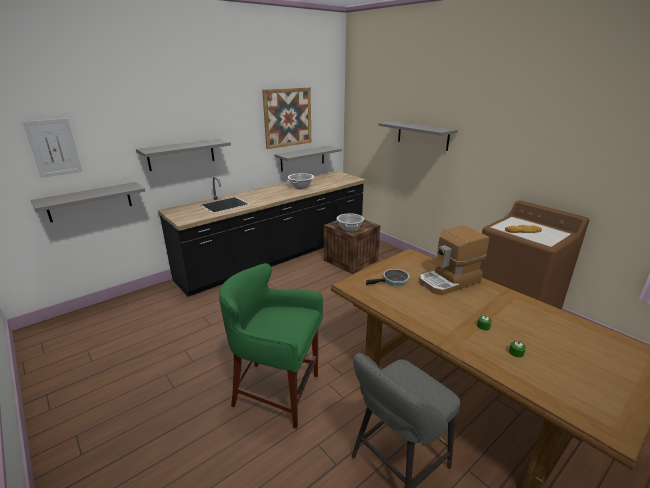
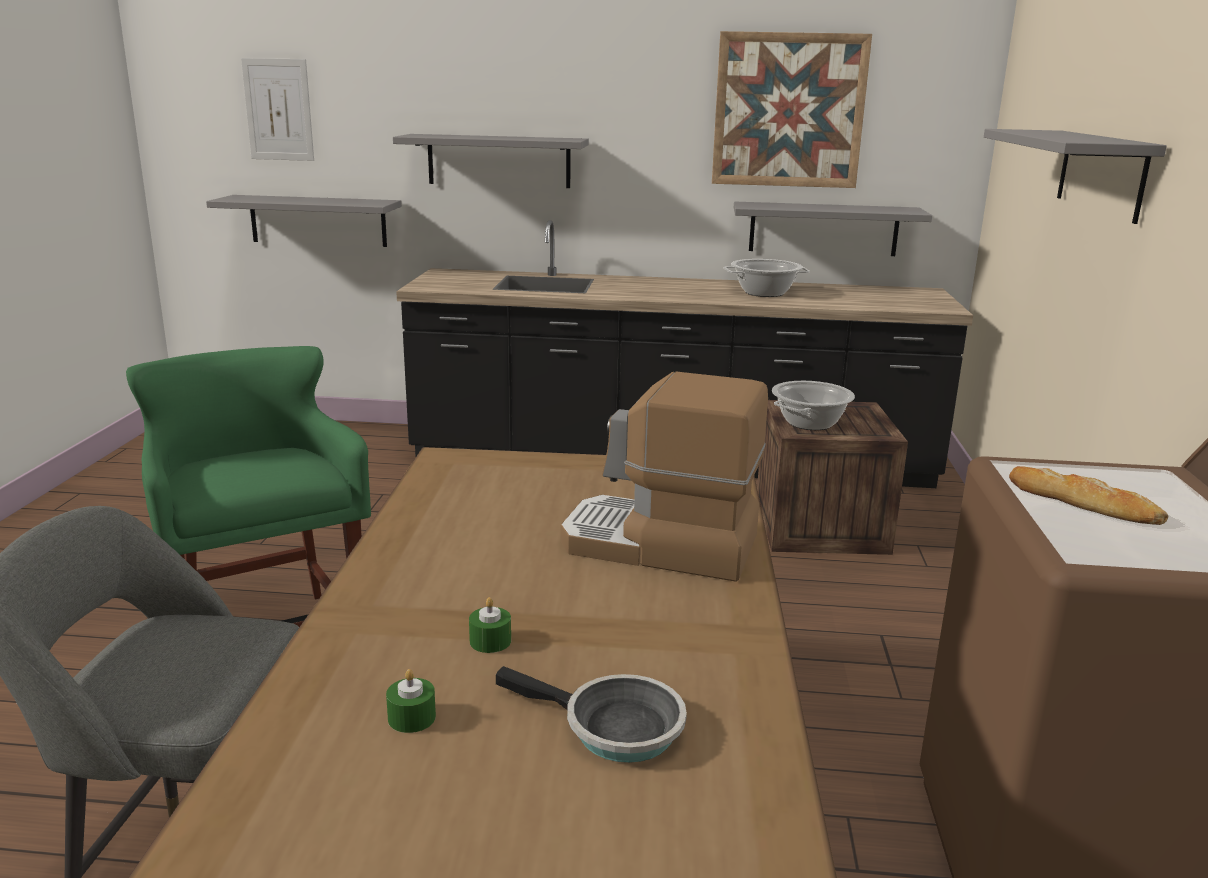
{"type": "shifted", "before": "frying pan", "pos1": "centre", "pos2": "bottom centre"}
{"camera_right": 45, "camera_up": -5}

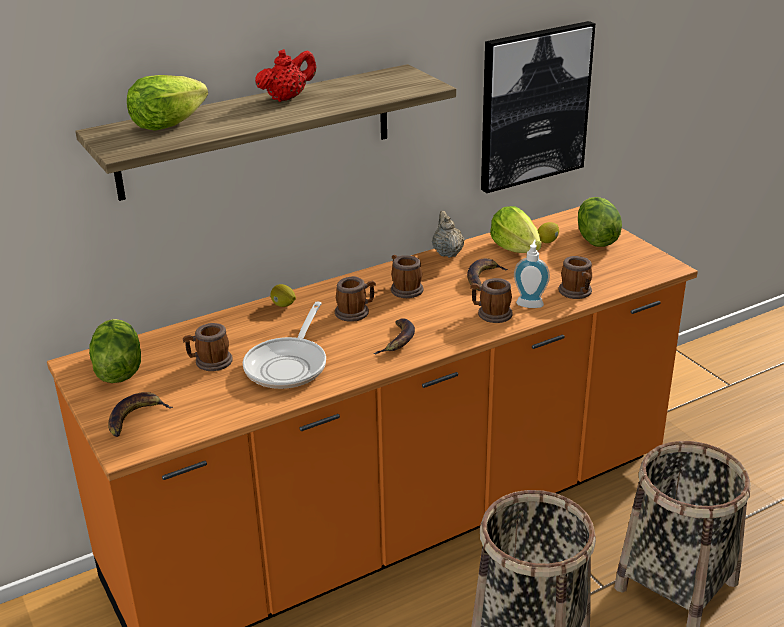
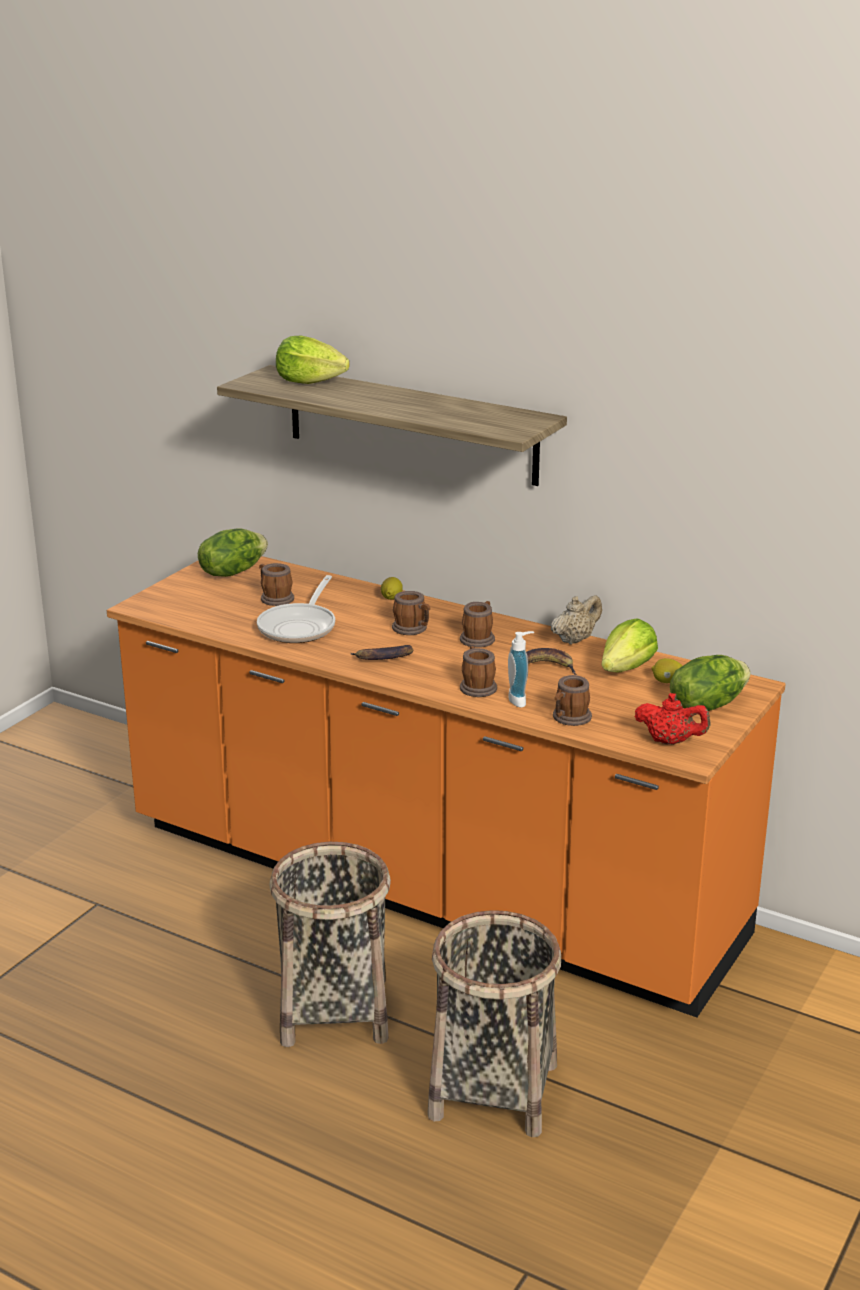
{"type": "gone", "before": "banana (no. 1 from left)", "pos1": "middle left"}
{"type": "rotated", "before": "frying pan", "pos1": "centre", "pos2": "centre", "turn": -60}
{"type": "shifted", "before": "red teapot", "pos1": "top centre", "pos2": "middle right"}
{"type": "gone", "before": "picture", "pos1": "top right"}
{"camera_right": 60, "camera_up": -5}

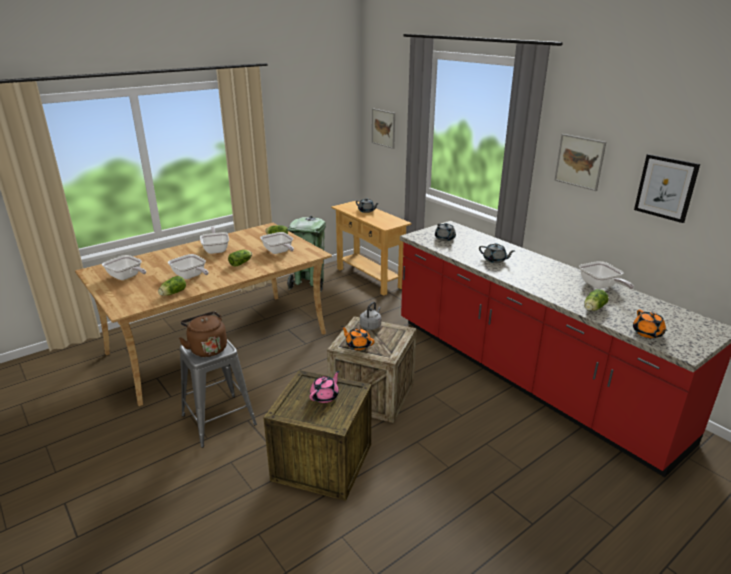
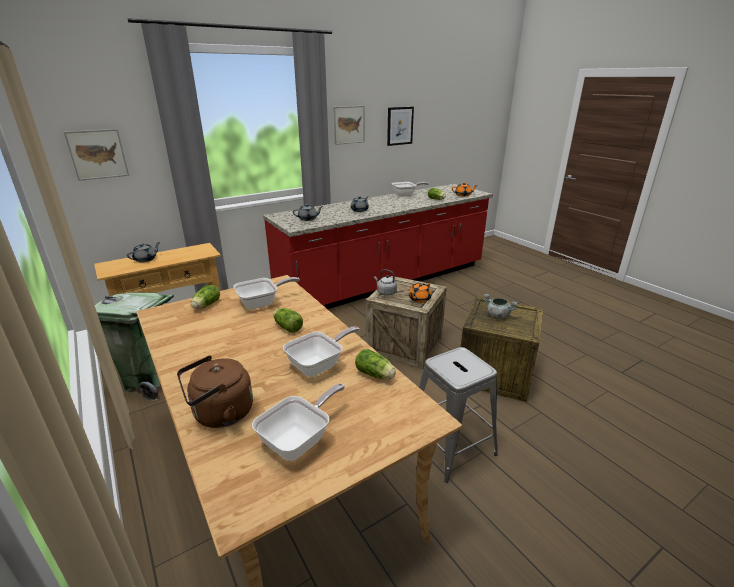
{"type": "shifted", "before": "brown kettle", "pos1": "middle left", "pos2": "bottom left"}
{"type": "gone", "before": "frying pan (no. 3 from left)", "pos1": "middle left"}
{"type": "swapped", "before": "pink teapot", "after": "grey cooking pot", "pos1": "bottom centre", "pos2": "middle right"}
{"camera_right": -85, "camera_up": 0}

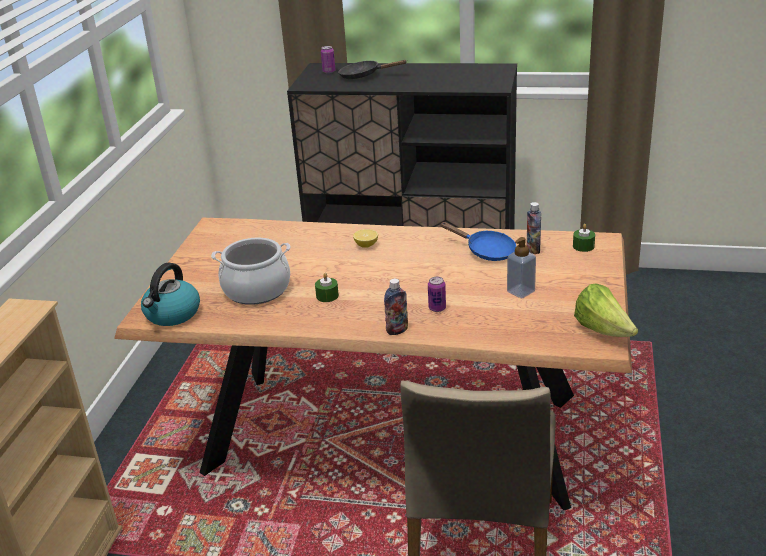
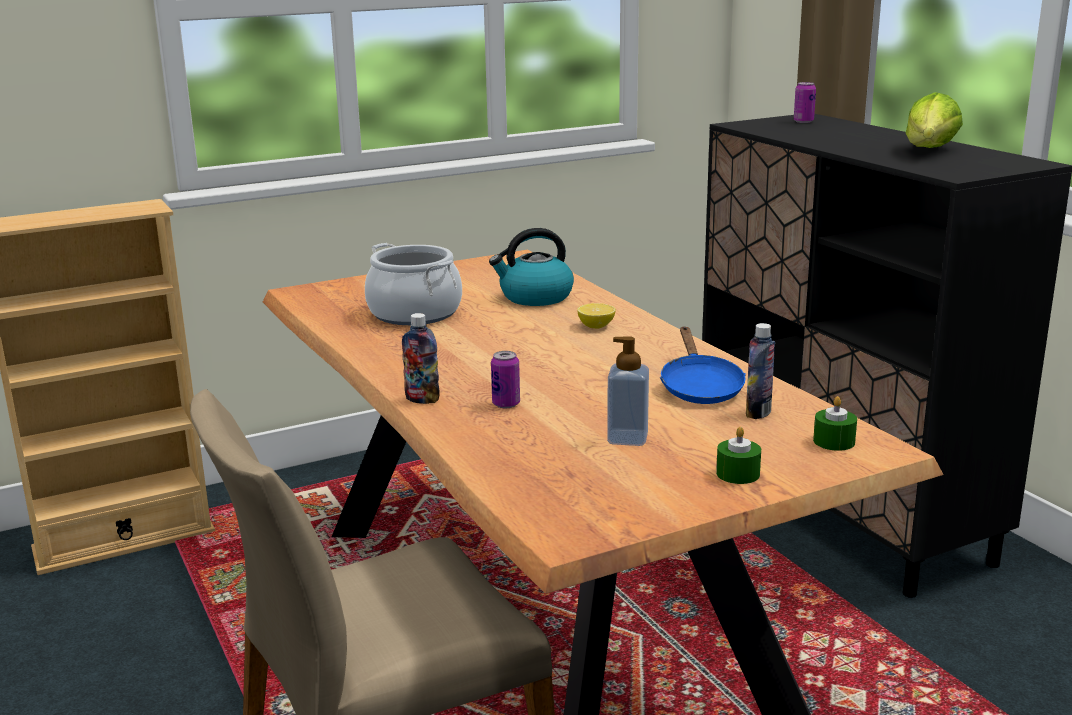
{"type": "shifted", "before": "kettle", "pos1": "middle left", "pos2": "centre"}
{"type": "shifted", "before": "green candle (no. 1 from left)", "pos1": "centre", "pos2": "middle right"}
{"type": "gone", "before": "black frying pan", "pos1": "top centre"}
{"type": "shifted", "before": "lettuce", "pos1": "middle right", "pos2": "top right"}
{"camera_right": 50, "camera_up": -10}

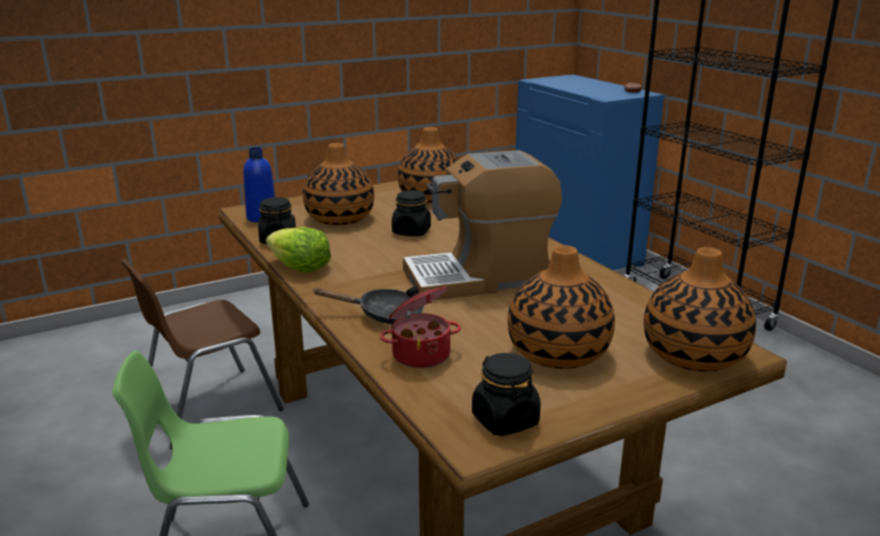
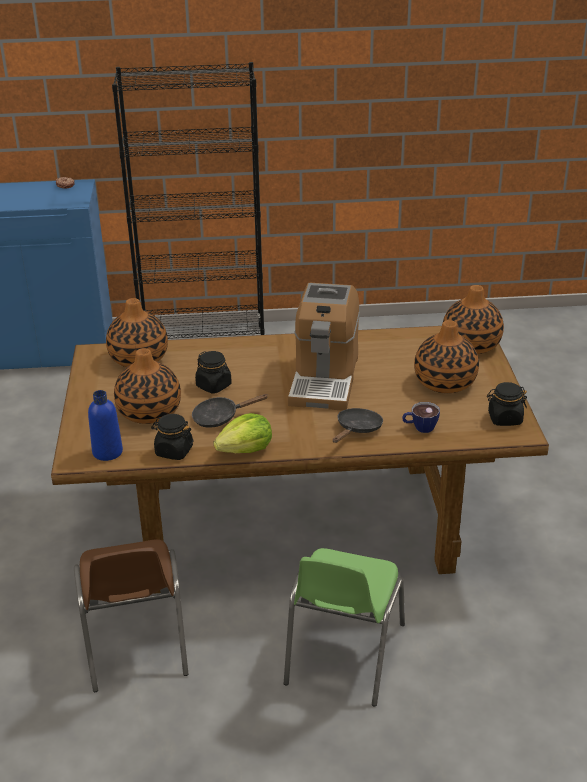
{"type": "swapped", "before": "cooking pot", "after": "cup", "pos1": "centre", "pos2": "middle right"}
{"type": "new", "after": "black frying pan (no. 1 from left)", "pos2": "centre"}
{"camera_right": -65, "camera_up": 10}

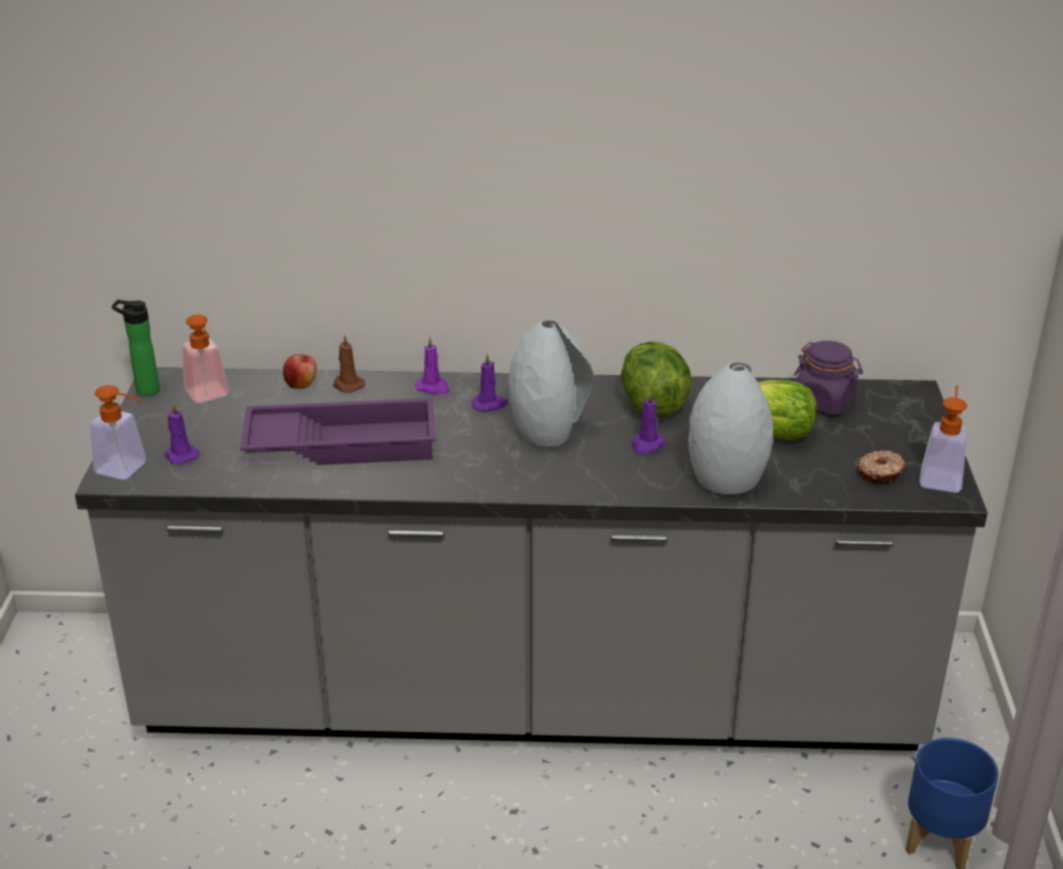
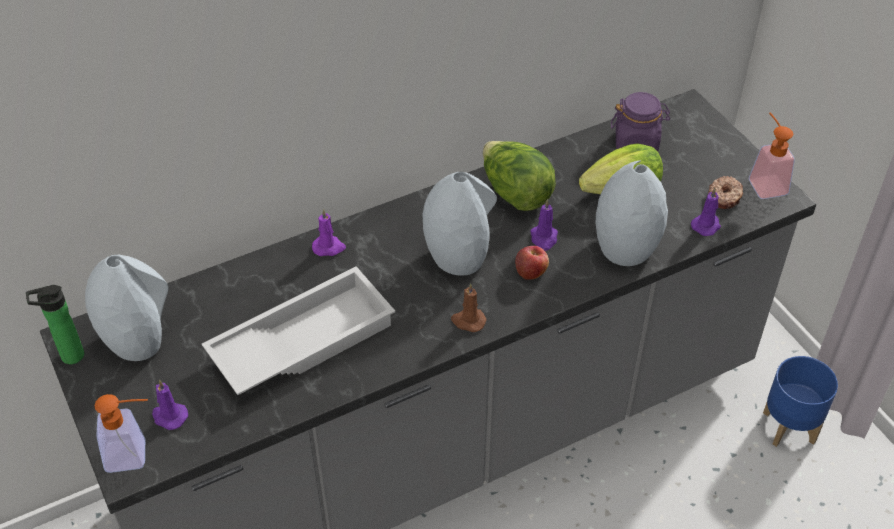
{"type": "swapped", "before": "soap dispenser (no. 2 from left)", "after": "grey vase (no. 1 from left)", "pos1": "middle left", "pos2": "middle left"}
{"type": "repainted", "before": "purple tray", "after": "white tray", "pos1": "middle left", "pos2": "centre"}
{"type": "shifted", "before": "apple", "pos1": "middle left", "pos2": "centre"}
{"type": "shifted", "before": "brown candle", "pos1": "middle left", "pos2": "centre"}
{"type": "shifted", "before": "purple candle (no. 3 from left in the first image)", "after": "purple candle (no. 4 from left)", "pos1": "centre", "pos2": "middle right"}
{"camera_right": -30, "camera_up": 15}

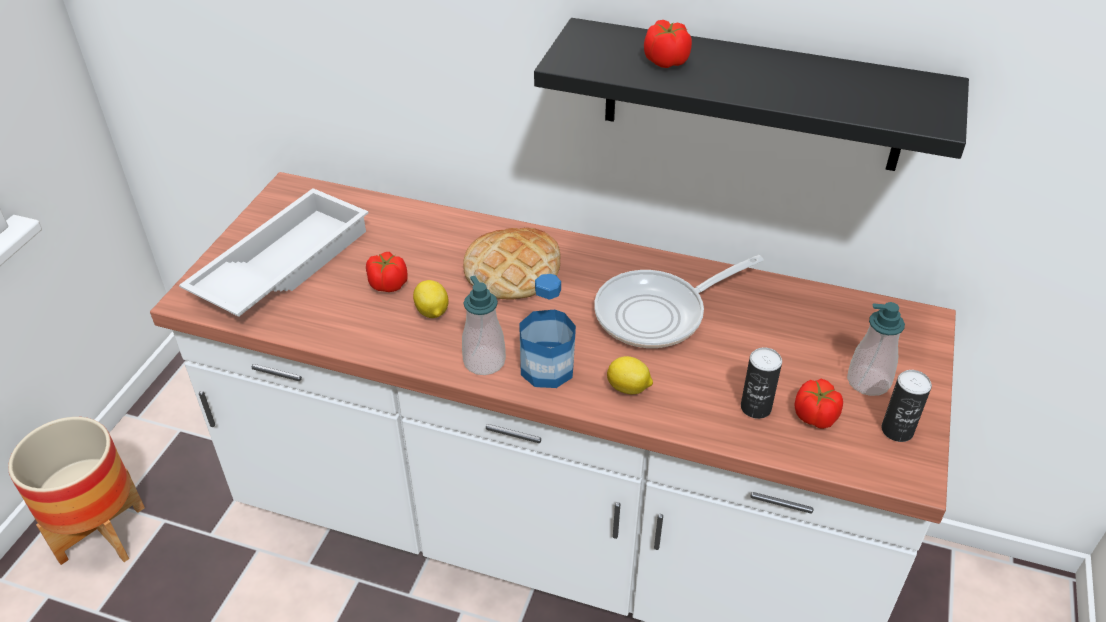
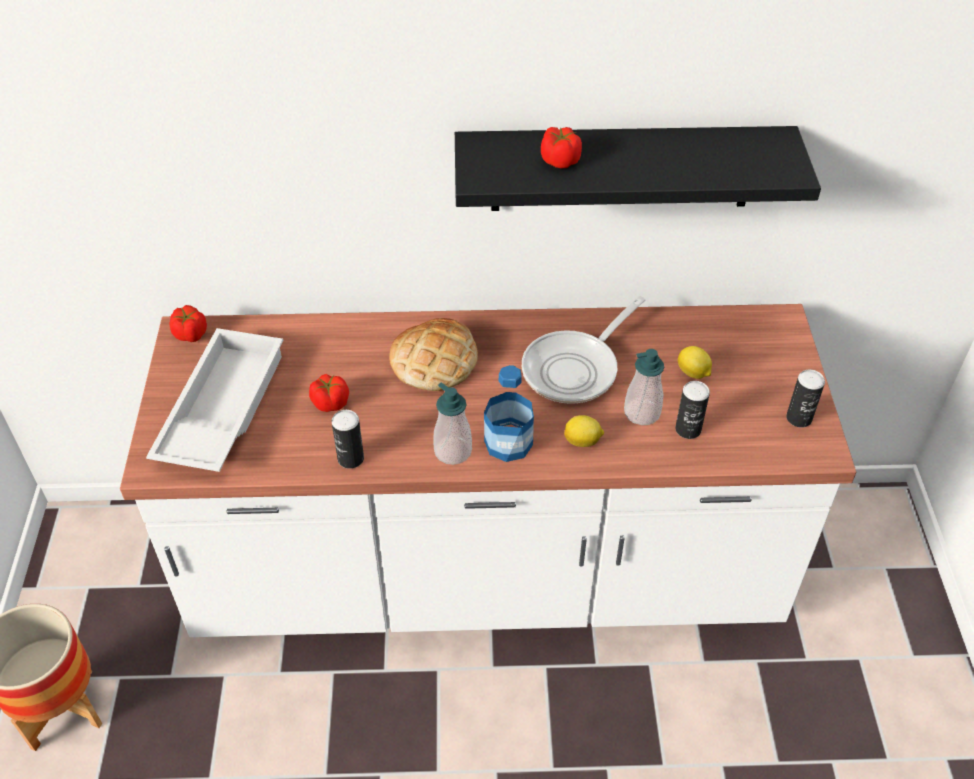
{"type": "shifted", "before": "lemon (no. 1 from left in the first image)", "after": "lemon (no. 2 from left)", "pos1": "centre", "pos2": "middle right"}
{"type": "shifted", "before": "tomato (no. 3 from left in the first image)", "after": "tomato (no. 1 from left)", "pos1": "middle right", "pos2": "middle left"}
{"type": "shifted", "before": "soap dispenser (no. 2 from left)", "pos1": "middle right", "pos2": "centre"}
{"type": "new", "after": "can (no. 1 from left)", "pos2": "centre"}
{"camera_right": -20, "camera_up": 5}

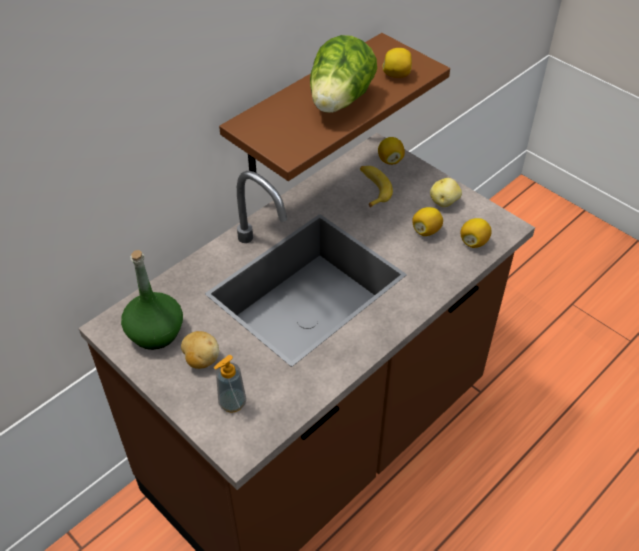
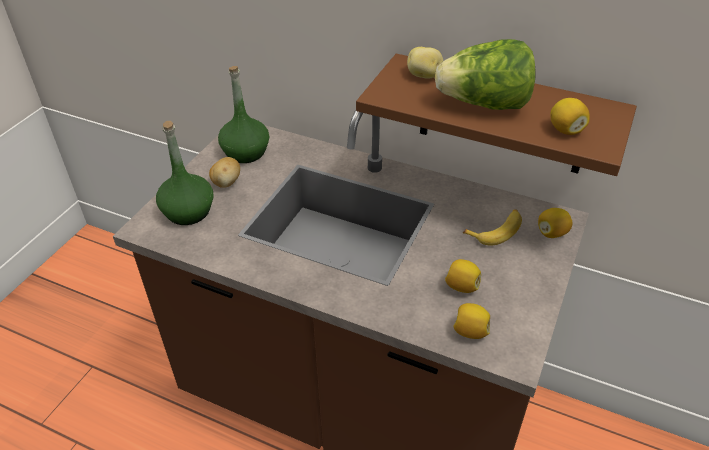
{"type": "swapped", "before": "soap dispenser", "after": "green bottle (no. 1 from left)", "pos1": "bottom centre", "pos2": "middle left"}
{"type": "shifted", "before": "potato (no. 2 from left)", "pos1": "middle right", "pos2": "top centre"}
{"camera_right": 70, "camera_up": -5}

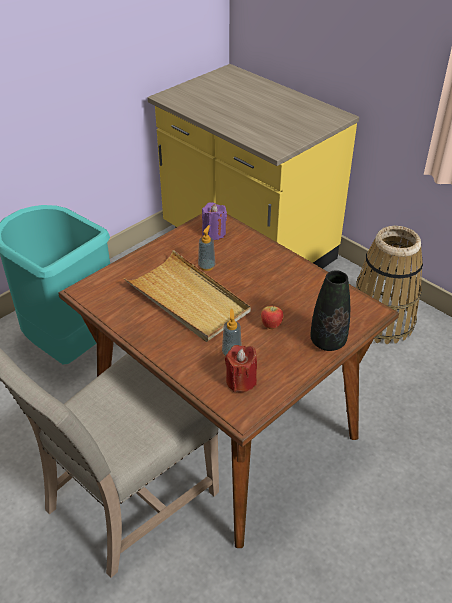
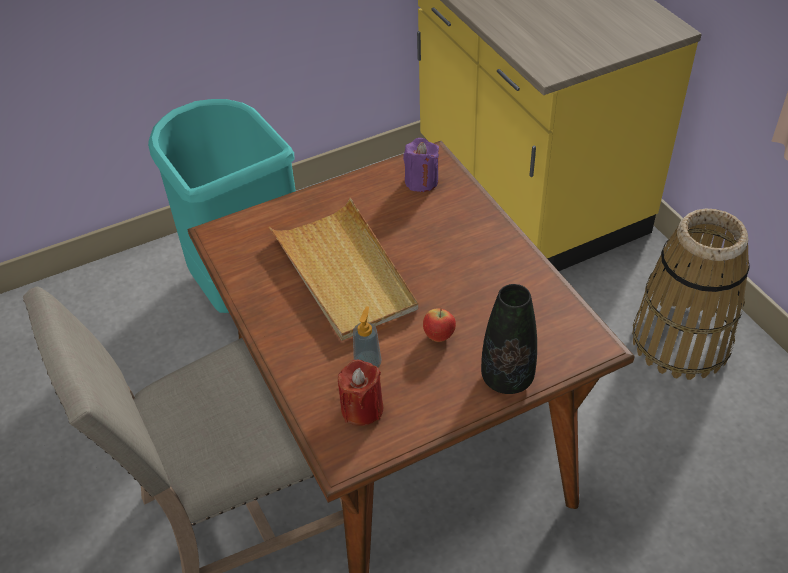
{"type": "gone", "before": "soap dispenser (no. 1 from left)", "pos1": "centre"}
{"camera_right": 20, "camera_up": 5}

